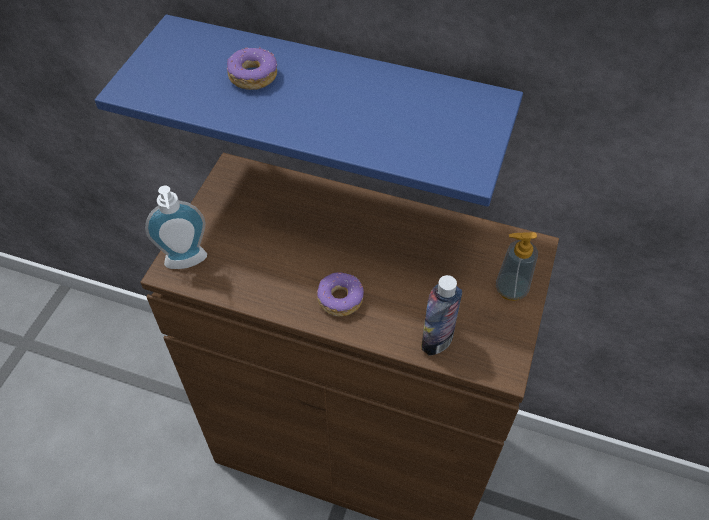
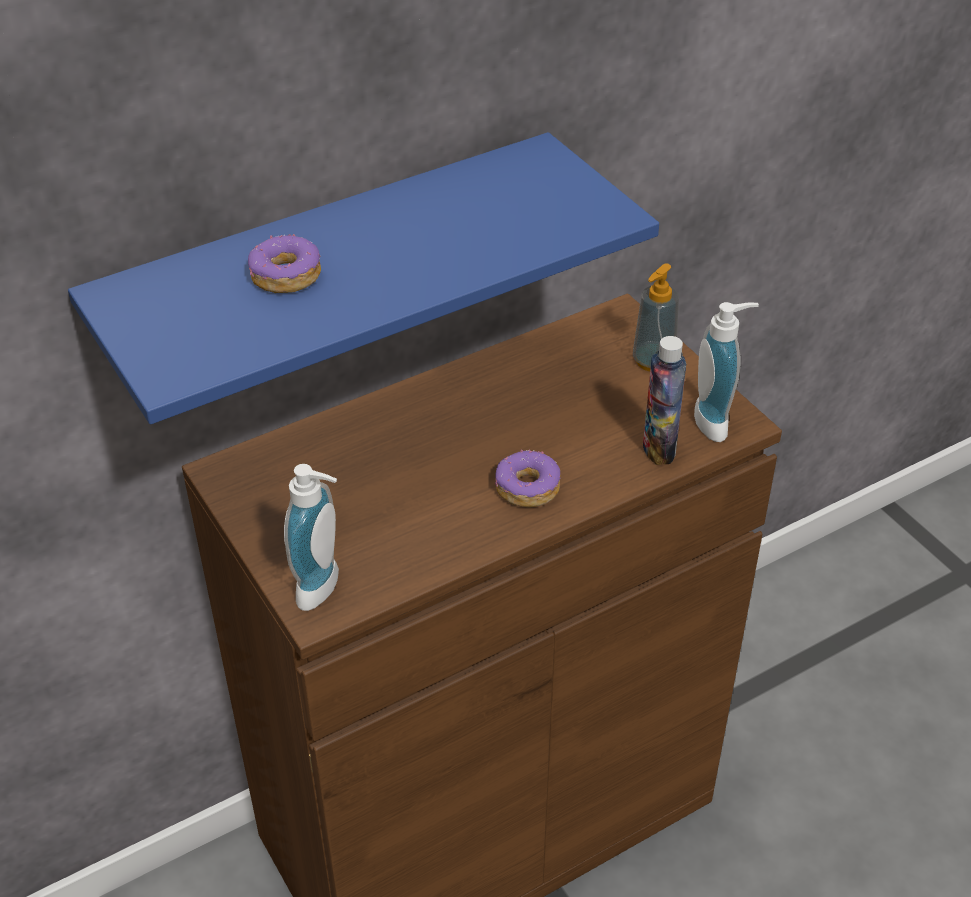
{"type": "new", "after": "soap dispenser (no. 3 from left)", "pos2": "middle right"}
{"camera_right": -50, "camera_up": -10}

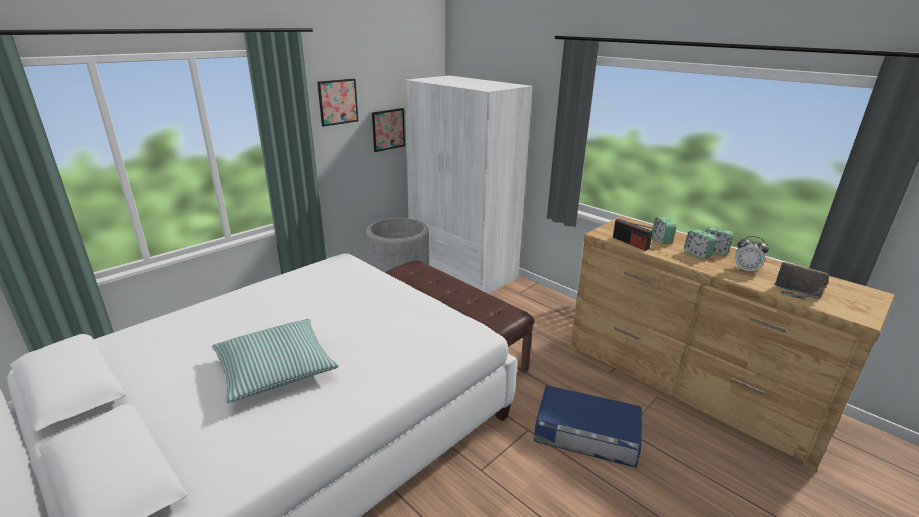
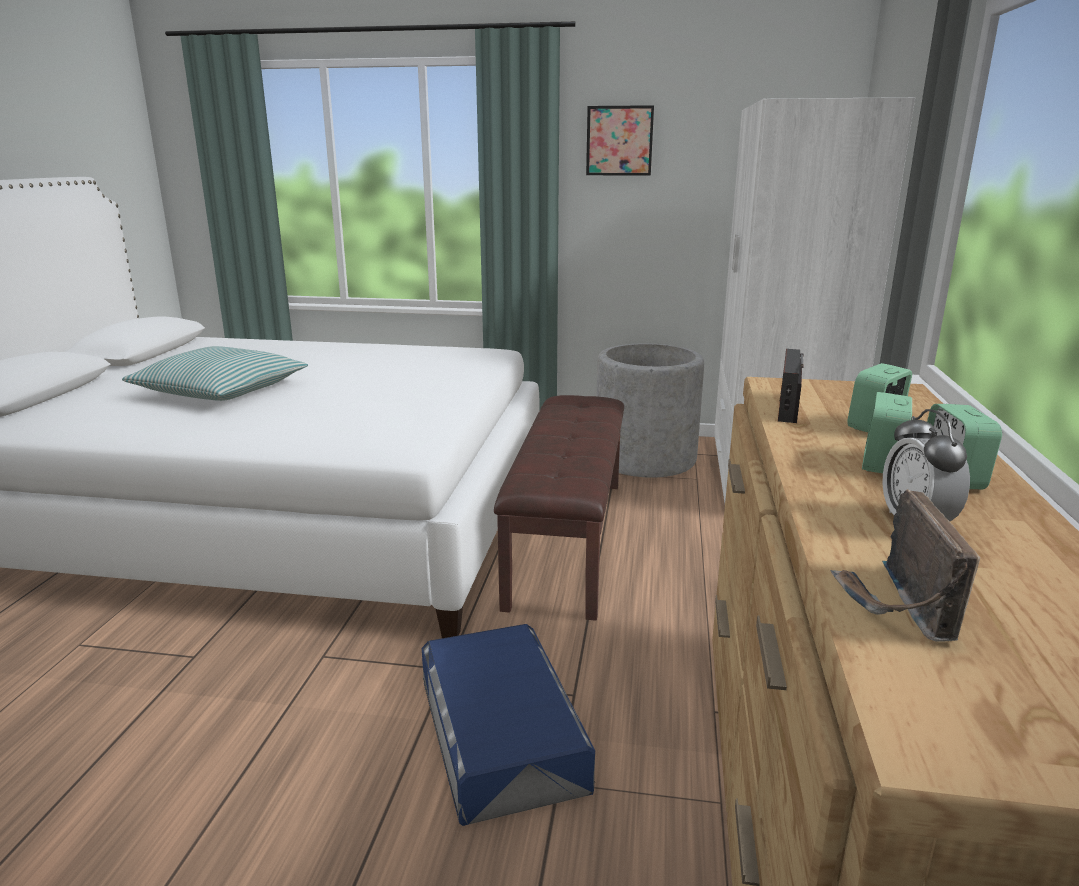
{"type": "gone", "before": "picture (no. 2 from left)", "pos1": "top centre"}
{"camera_right": 55, "camera_up": -5}

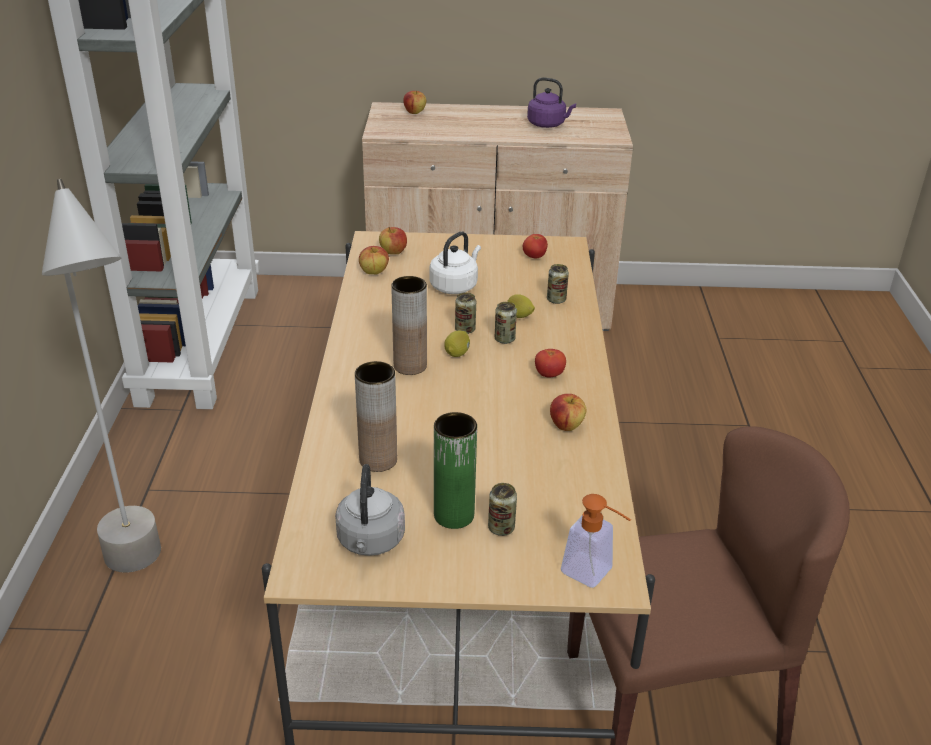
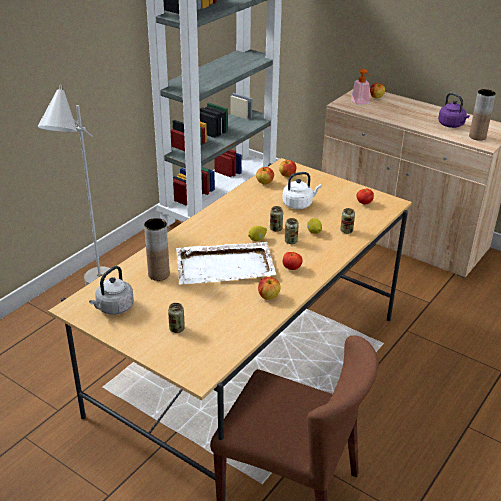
{"type": "shifted", "before": "brown vase (no. 2 from left)", "pos1": "centre", "pos2": "top right"}
{"type": "gone", "before": "green vase", "pos1": "centre"}
{"type": "shifted", "before": "soap dispenser", "pos1": "bottom centre", "pos2": "top right"}
{"type": "new", "after": "white tray", "pos2": "centre"}
{"camera_right": 35, "camera_up": 0}

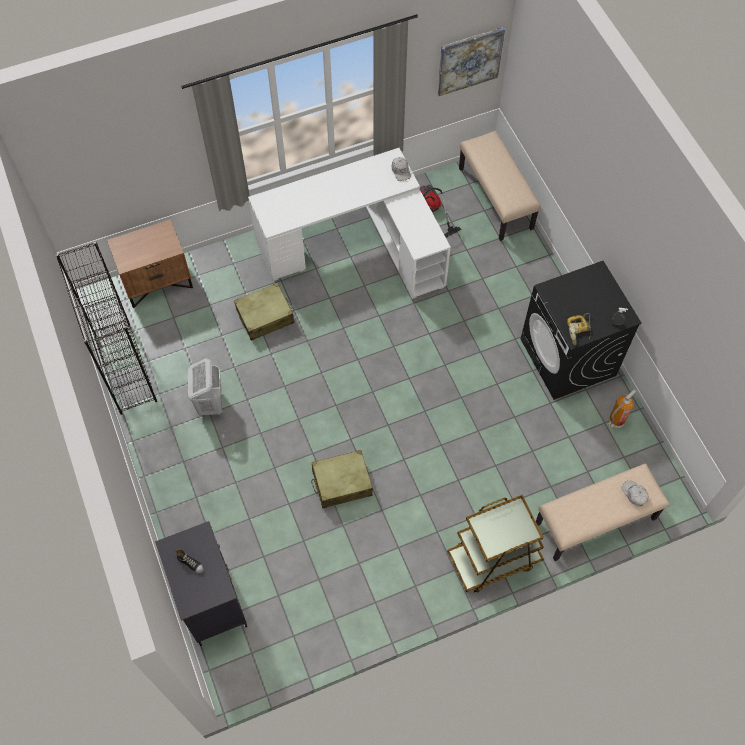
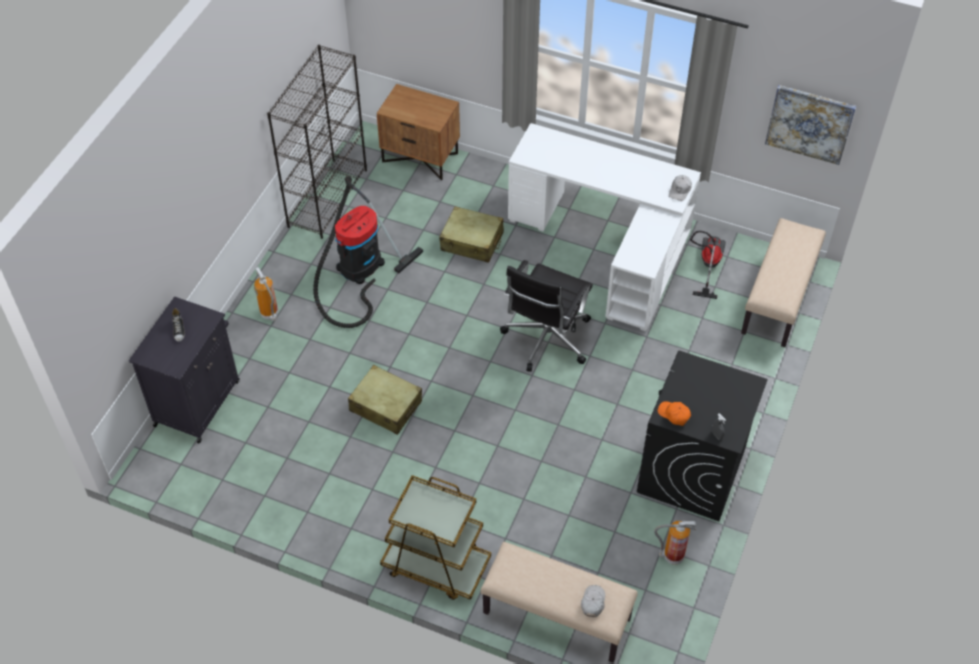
{"type": "swapped", "before": "white laundry basket", "after": "vacuum cleaner (no. 1 from left)", "pos1": "middle left", "pos2": "centre"}
{"type": "swapped", "before": "power drill", "after": "orange cap", "pos1": "middle right", "pos2": "middle right"}
{"type": "new", "after": "fire extinguisher (no. 1 from left)", "pos2": "middle left"}
{"type": "new", "after": "black office chair", "pos2": "centre"}
{"camera_right": 45, "camera_up": -10}

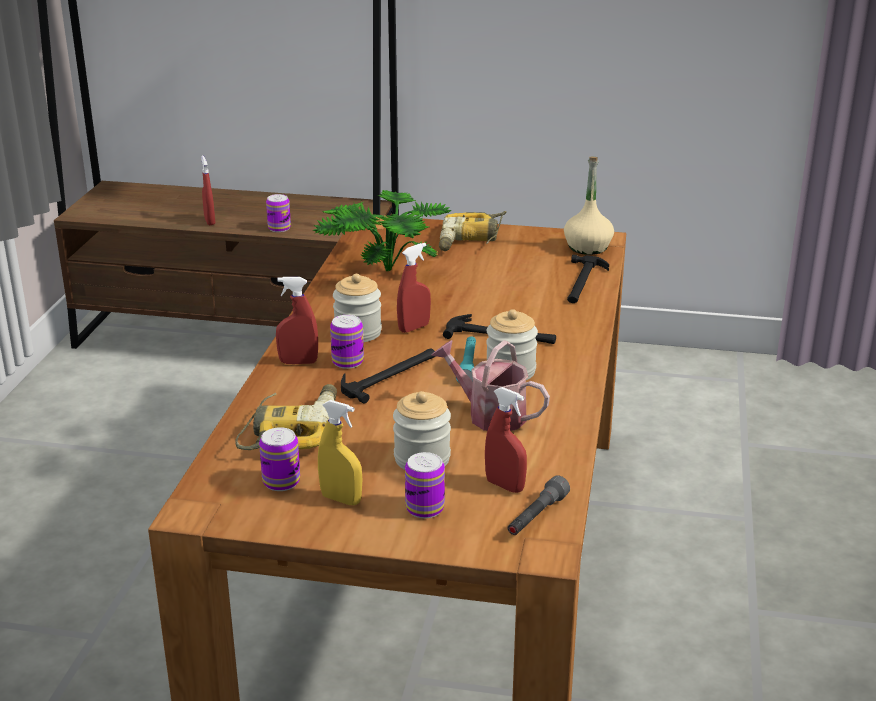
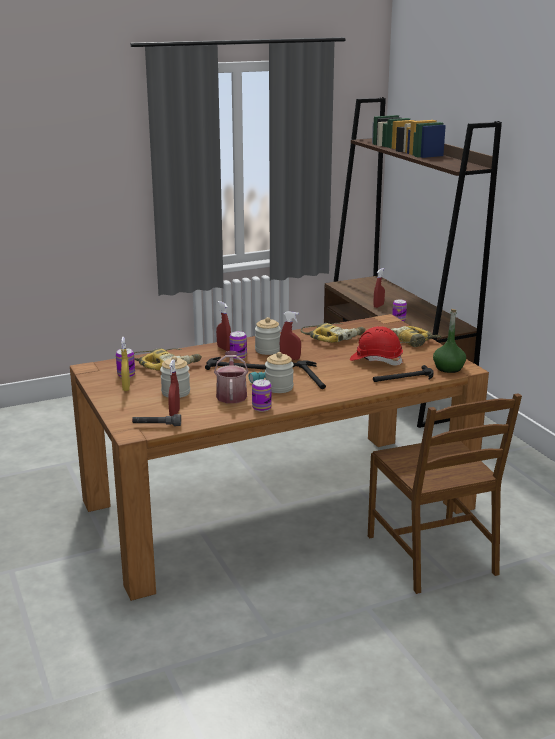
{"type": "swapped", "before": "potted plant", "after": "power drill (no. 2 from left)", "pos1": "top centre", "pos2": "centre"}
{"type": "shifted", "before": "can (no. 4 from left in the first image)", "after": "can (no. 3 from left)", "pos1": "bottom centre", "pos2": "centre"}
{"type": "repainted", "before": "beige bottle", "after": "green bottle", "pos1": "top right", "pos2": "middle right"}
{"type": "new", "after": "red hard hat", "pos2": "middle right"}
{"type": "new", "after": "brown chair", "pos2": "bottom right"}
{"camera_right": 55, "camera_up": -5}

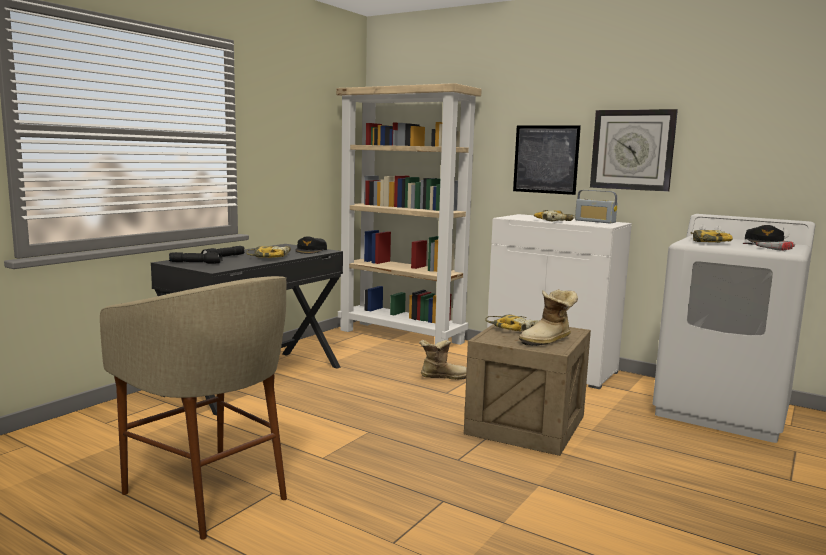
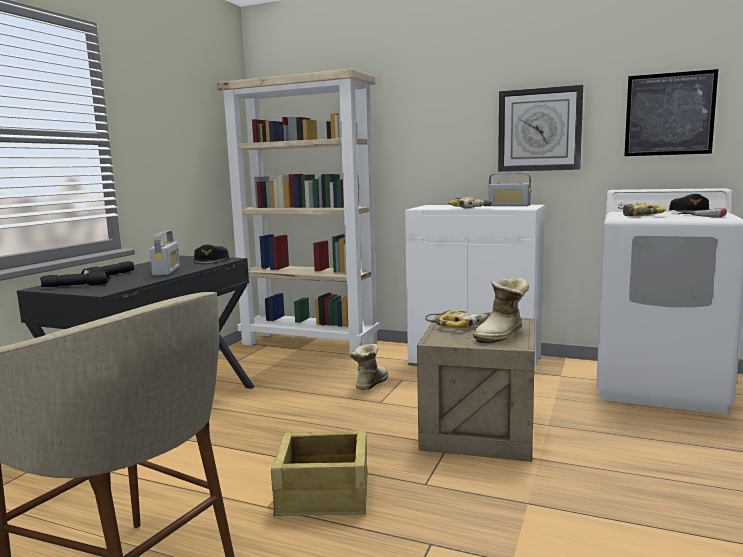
{"type": "swapped", "before": "power drill (no. 1 from left)", "after": "radio (no. 1 from left)", "pos1": "middle left", "pos2": "middle left"}
{"type": "rotated", "before": "boot (no. 1 from left)", "pos1": "centre", "pos2": "centre", "turn": -45}
{"type": "shifted", "before": "picture", "pos1": "top centre", "pos2": "top right"}
{"type": "new", "after": "crate (no. 1 from left)", "pos2": "bottom centre"}
{"camera_right": -10, "camera_up": 0}

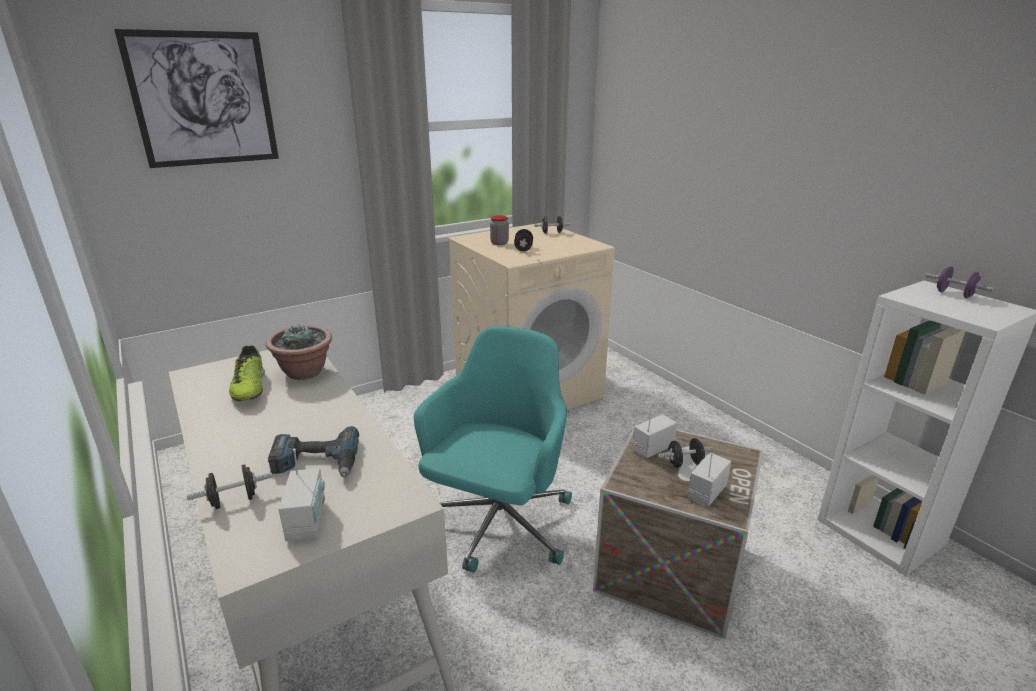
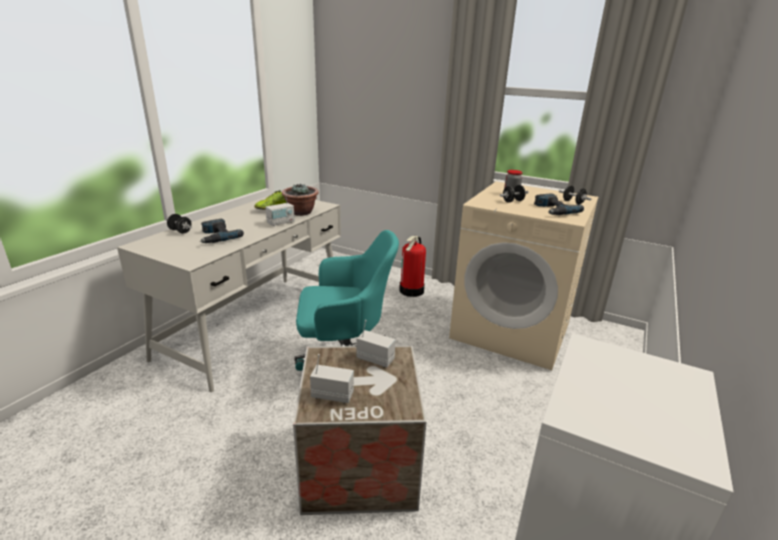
{"type": "gone", "before": "picture", "pos1": "top left"}
{"type": "shifted", "before": "radio (no. 1 from left)", "pos1": "bottom left", "pos2": "centre"}
{"type": "gone", "before": "black dumbbell (no. 4 from left)", "pos1": "centre"}
{"type": "gone", "before": "purple dumbbell", "pos1": "middle right"}
{"type": "new", "after": "fire extinguisher", "pos2": "centre"}
{"type": "new", "after": "power drill (no. 2 from left)", "pos2": "middle right"}
{"camera_right": 60, "camera_up": 0}

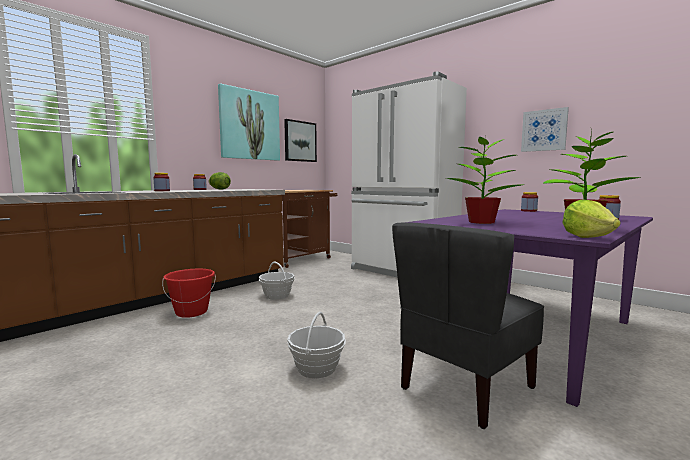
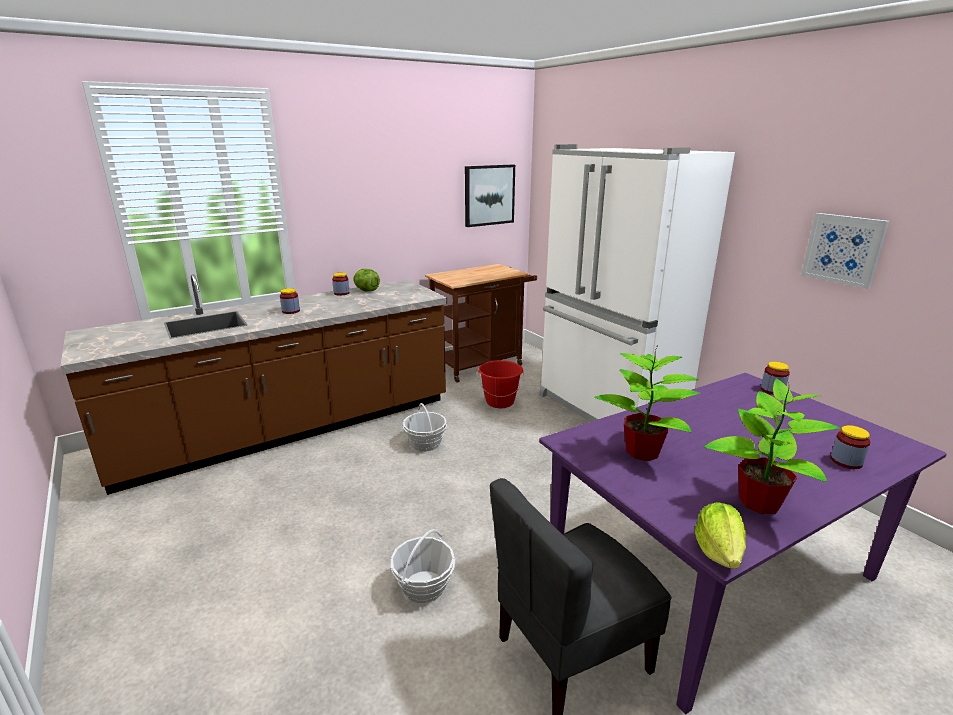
{"type": "shifted", "before": "red bucket", "pos1": "middle left", "pos2": "centre"}
{"type": "gone", "before": "picture (no. 1 from left)", "pos1": "top centre"}
{"camera_right": 15, "camera_up": 15}

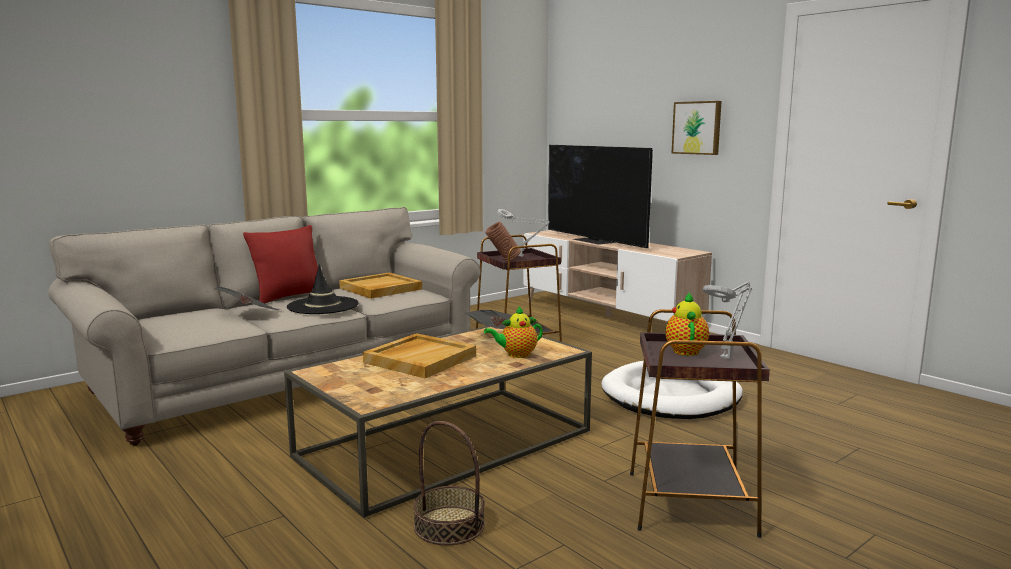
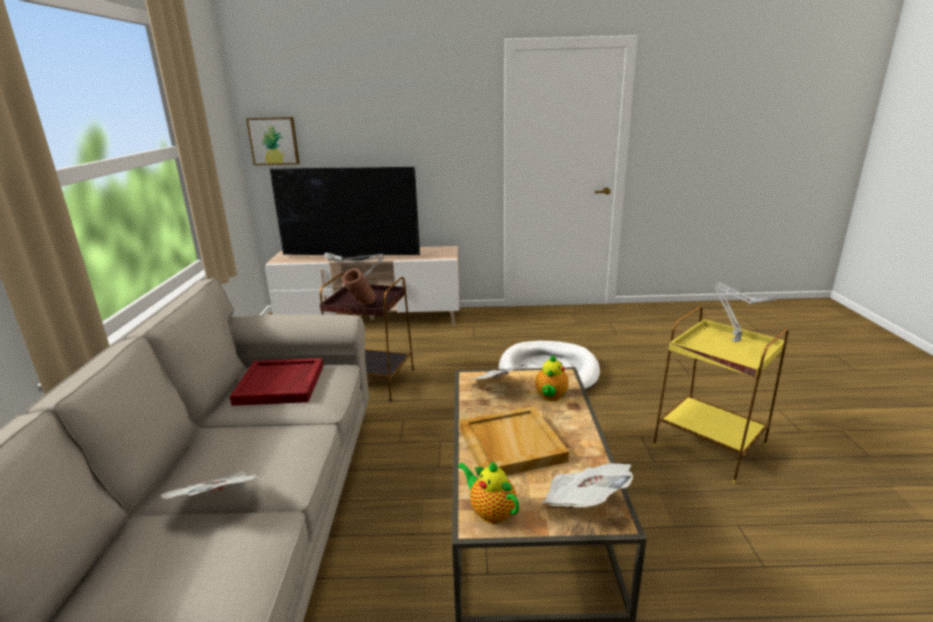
{"type": "gone", "before": "red pillow", "pos1": "middle left"}
{"type": "gone", "before": "black hat", "pos1": "middle left"}
{"type": "repainted", "before": "beige tray (no. 1 from left)", "after": "red tray", "pos1": "centre", "pos2": "middle left"}
{"type": "gone", "before": "basket", "pos1": "bottom centre"}
{"type": "repainted", "before": "brown side table (no. 2 from left)", "after": "yellow side table", "pos1": "bottom right", "pos2": "middle right"}
{"type": "shifted", "before": "teapot (no. 2 from left in the first image)", "after": "teapot (no. 1 from left)", "pos1": "middle right", "pos2": "bottom centre"}
{"type": "shifted", "before": "picture", "pos1": "top right", "pos2": "top left"}
{"type": "new", "after": "newspaper (no. 3 from left)", "pos2": "bottom centre"}
{"camera_right": -50, "camera_up": 10}

